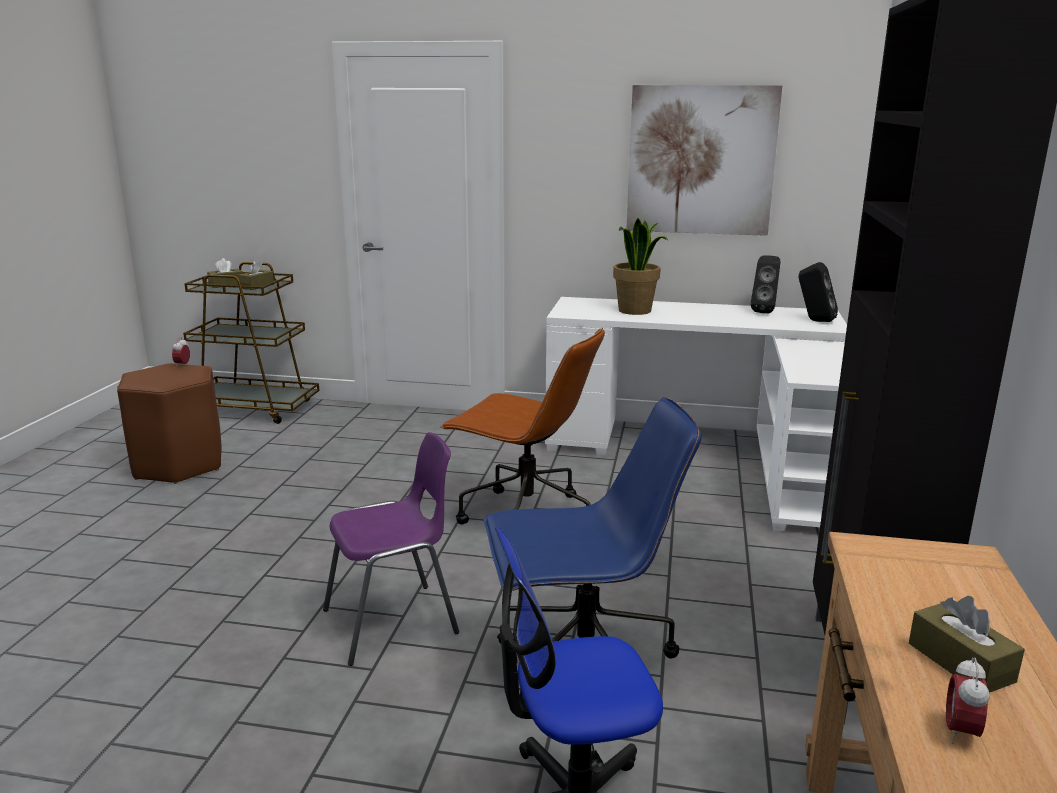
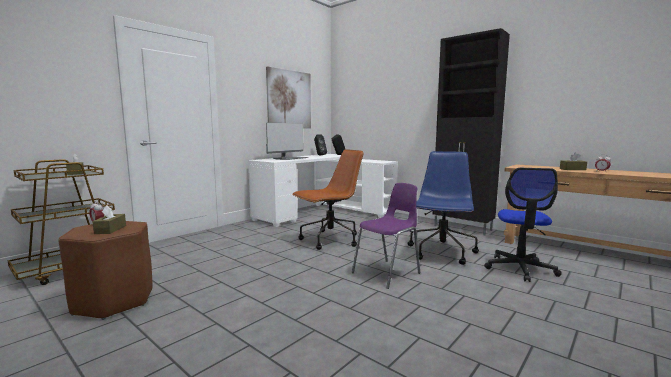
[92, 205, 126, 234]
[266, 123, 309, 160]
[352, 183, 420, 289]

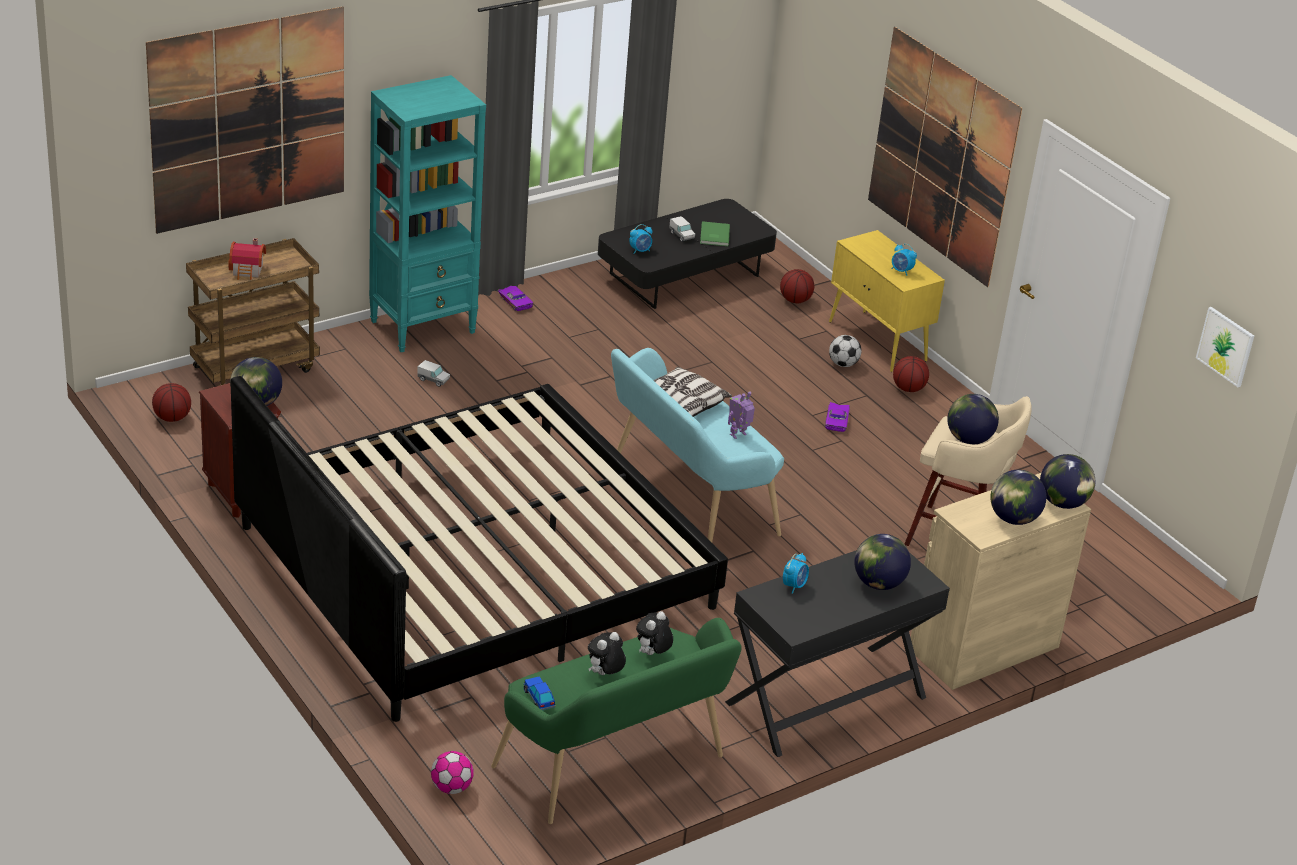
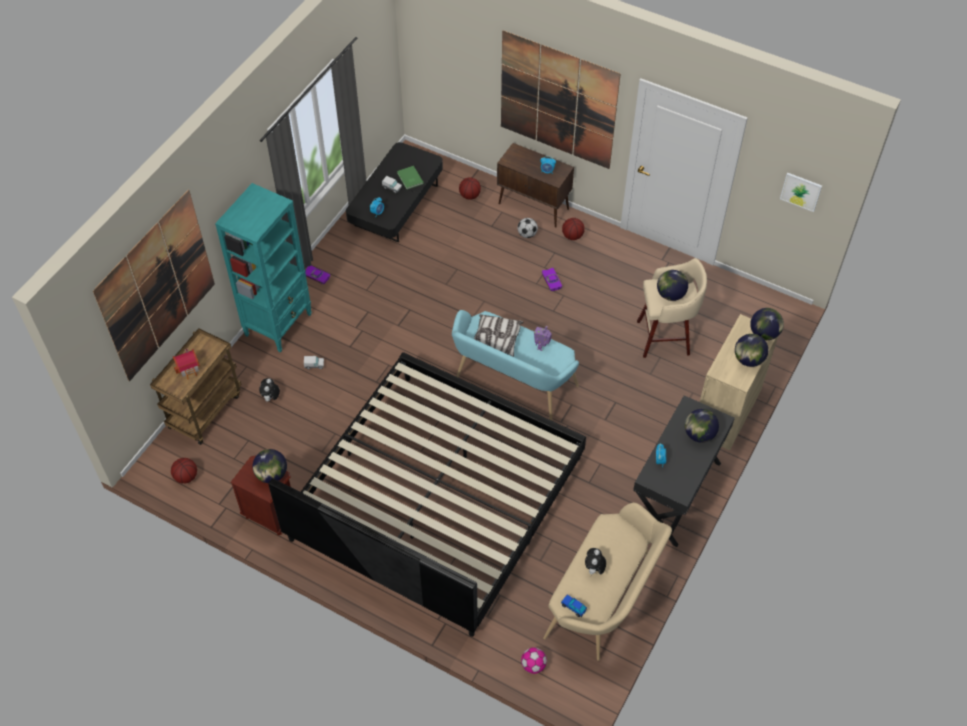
[259, 378, 280, 403]
[543, 503, 672, 661]
[497, 143, 574, 228]

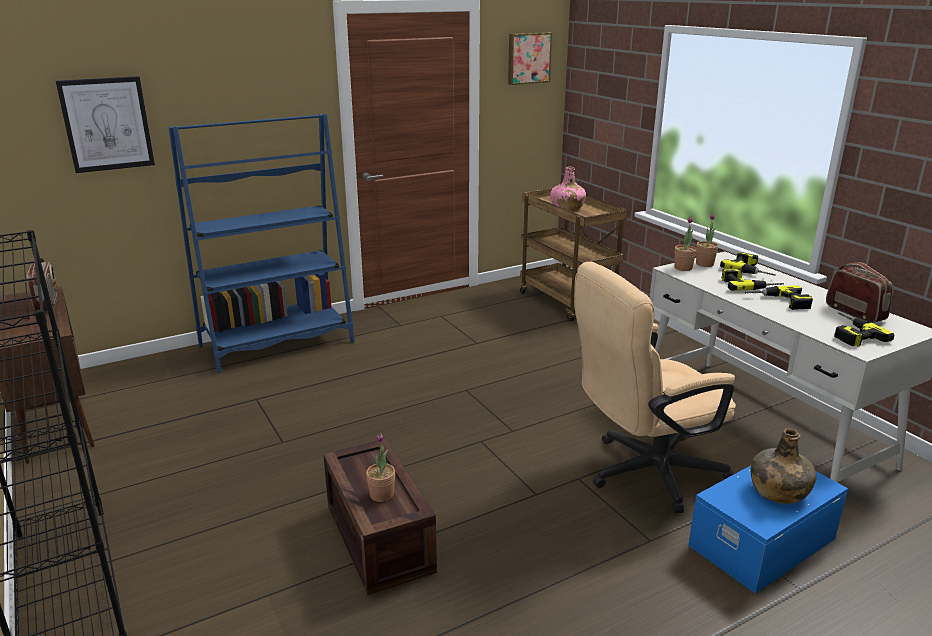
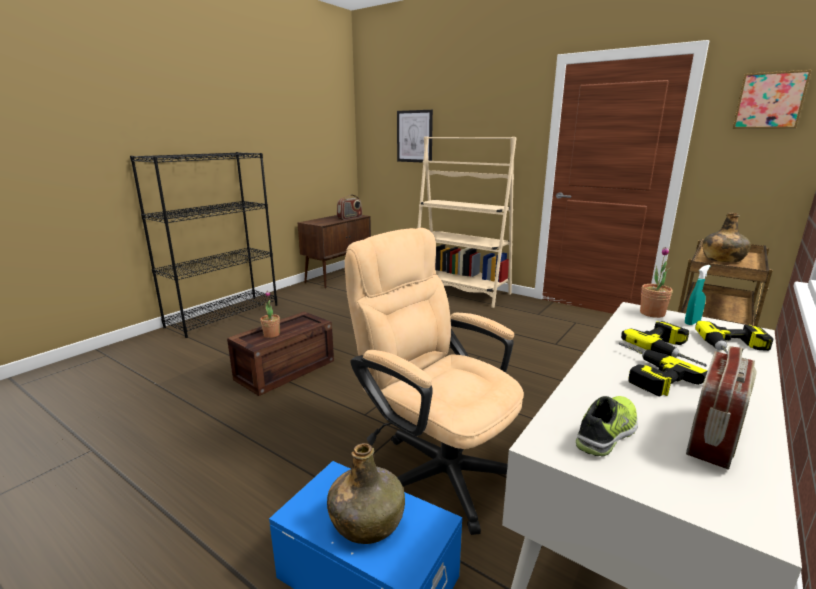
[685, 265, 710, 325]
[576, 396, 638, 456]
[418, 136, 517, 308]
[703, 213, 751, 262]

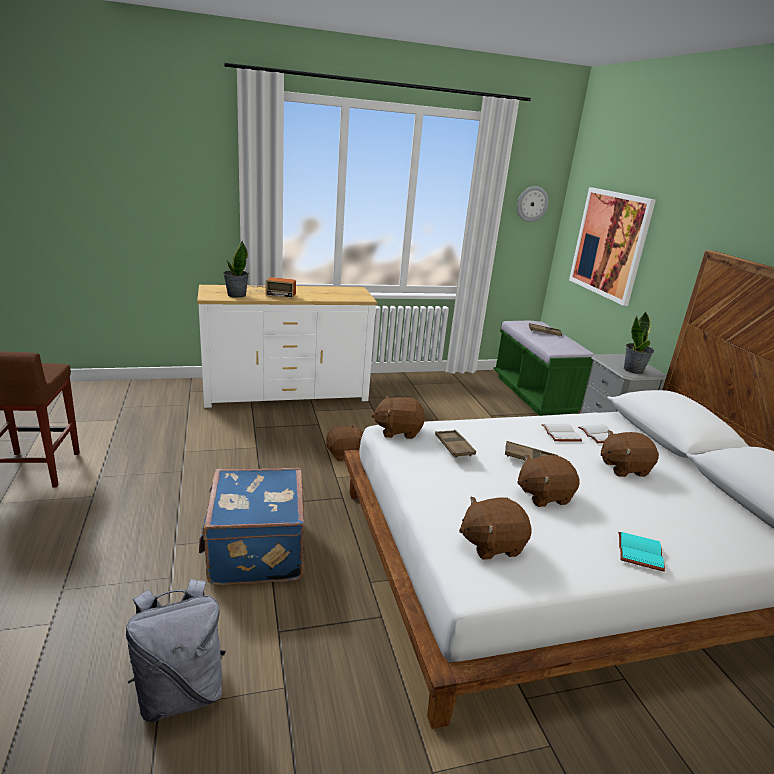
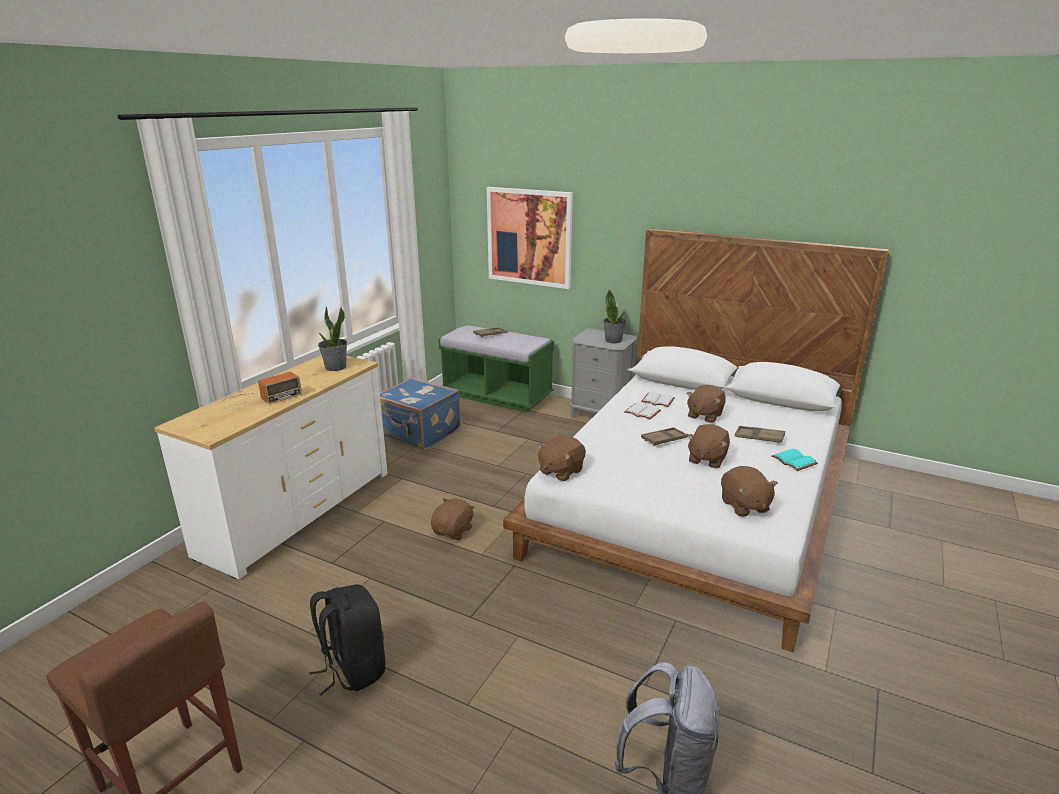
[517, 186, 549, 222] (first image)
[309, 584, 386, 696]
[380, 377, 461, 450]
[318, 307, 347, 371]
[735, 426, 785, 443]
[721, 466, 778, 517]

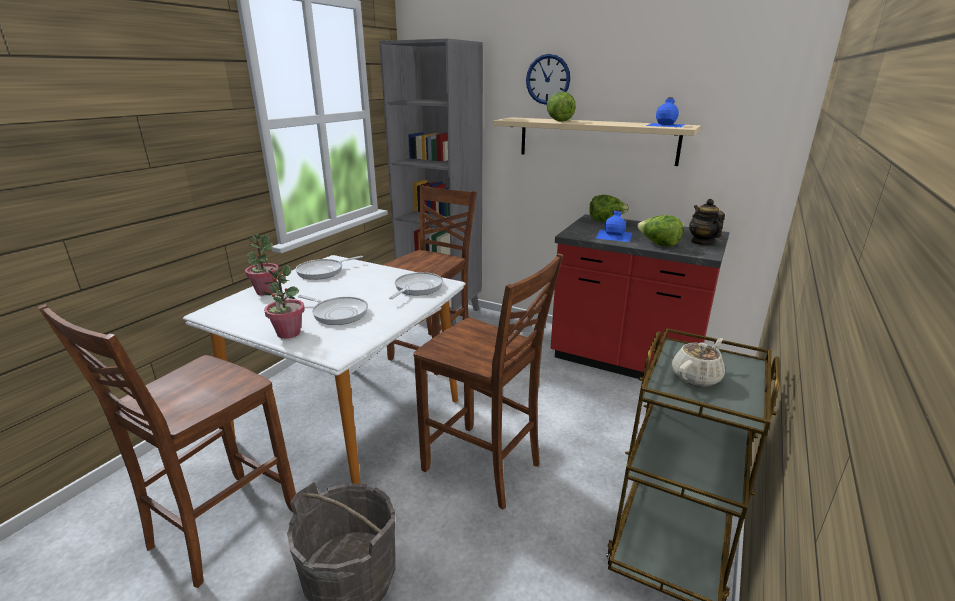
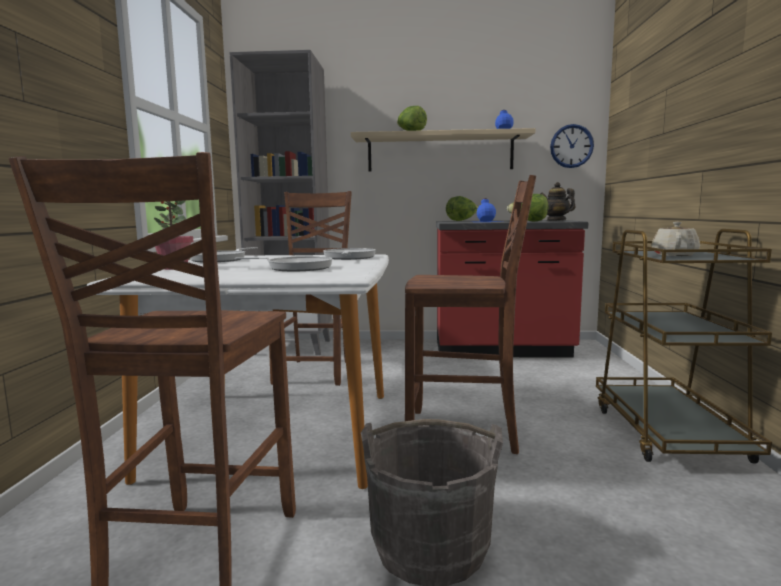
[262, 265, 305, 339] (first image)
[550, 124, 594, 168]

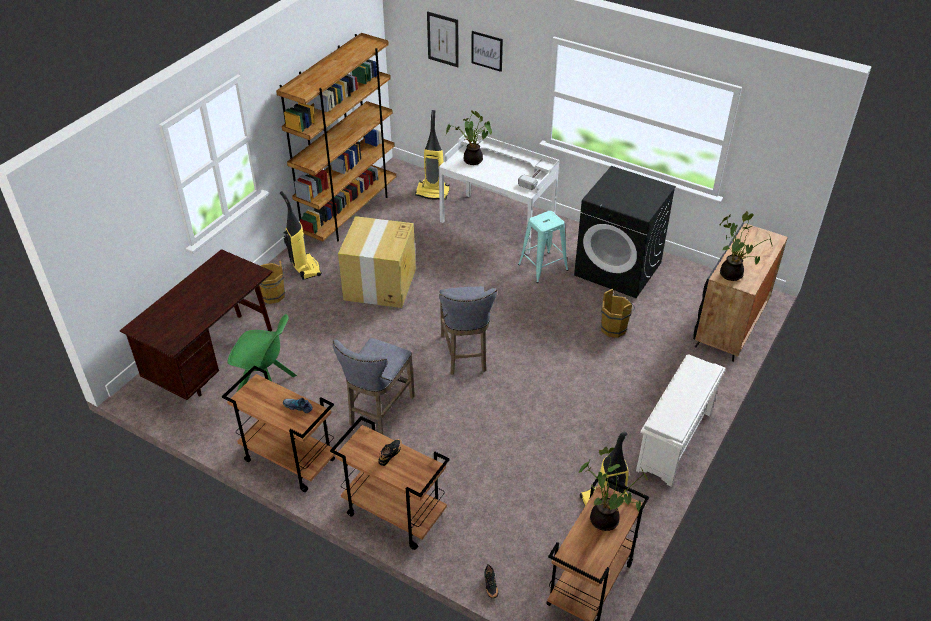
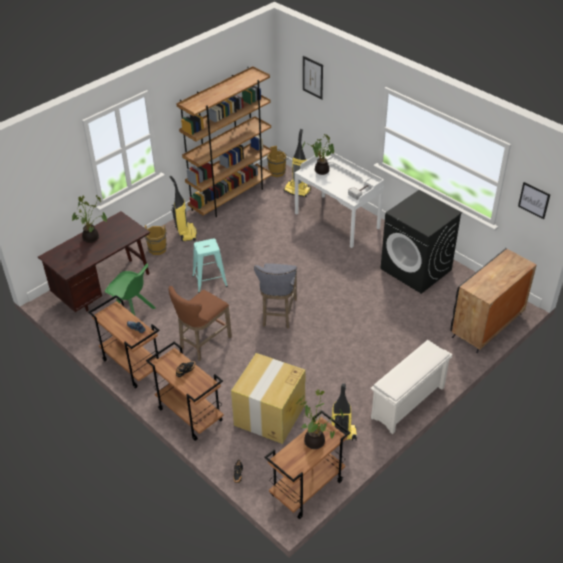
[231, 353, 305, 444]
[518, 182, 550, 219]
[193, 238, 228, 293]
[267, 146, 289, 177]
[72, 195, 107, 243]
[169, 286, 232, 361]

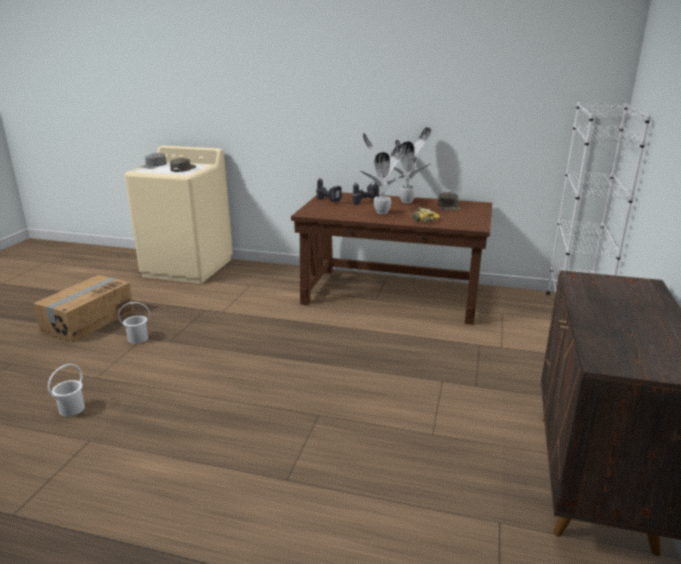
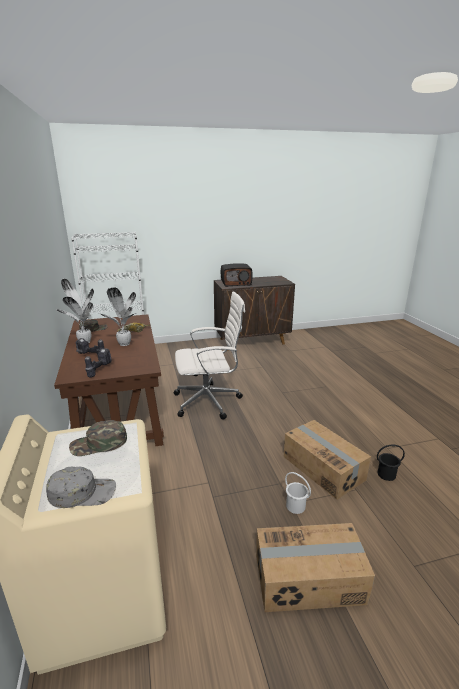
[174, 291, 245, 420]
[221, 263, 253, 287]
[284, 420, 371, 499]
[377, 445, 405, 481]

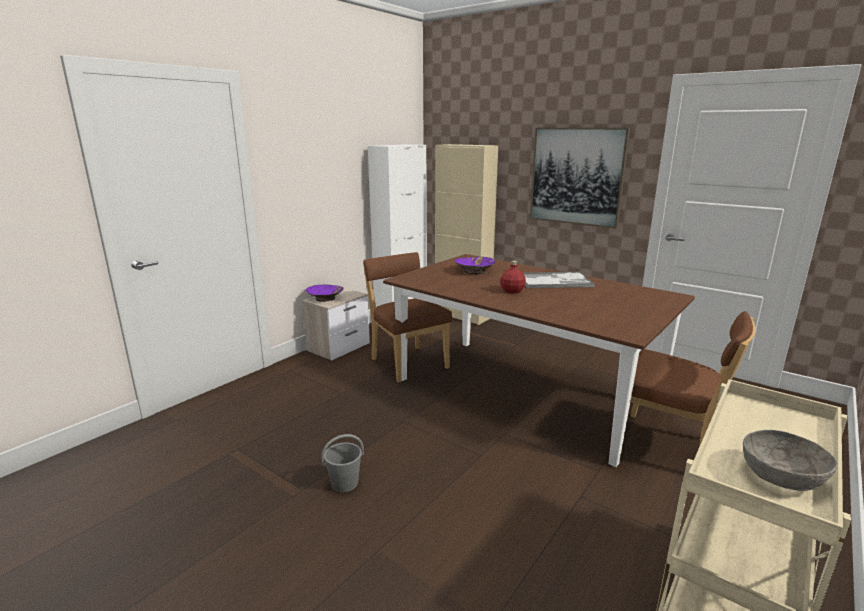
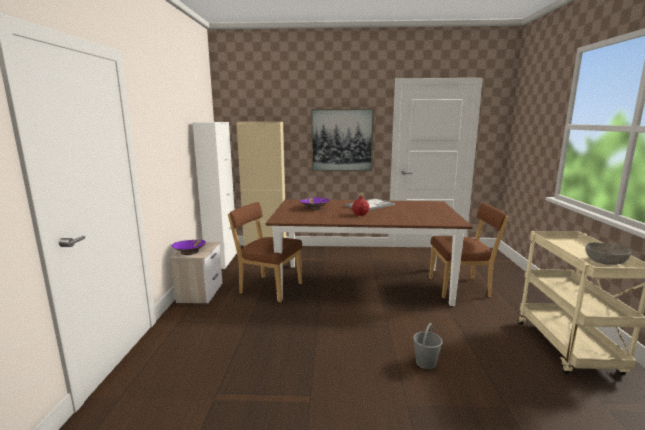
[413, 323, 443, 369]

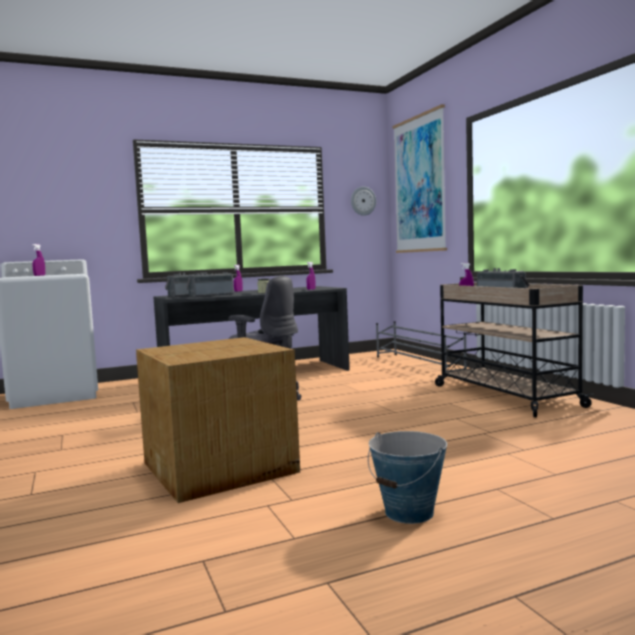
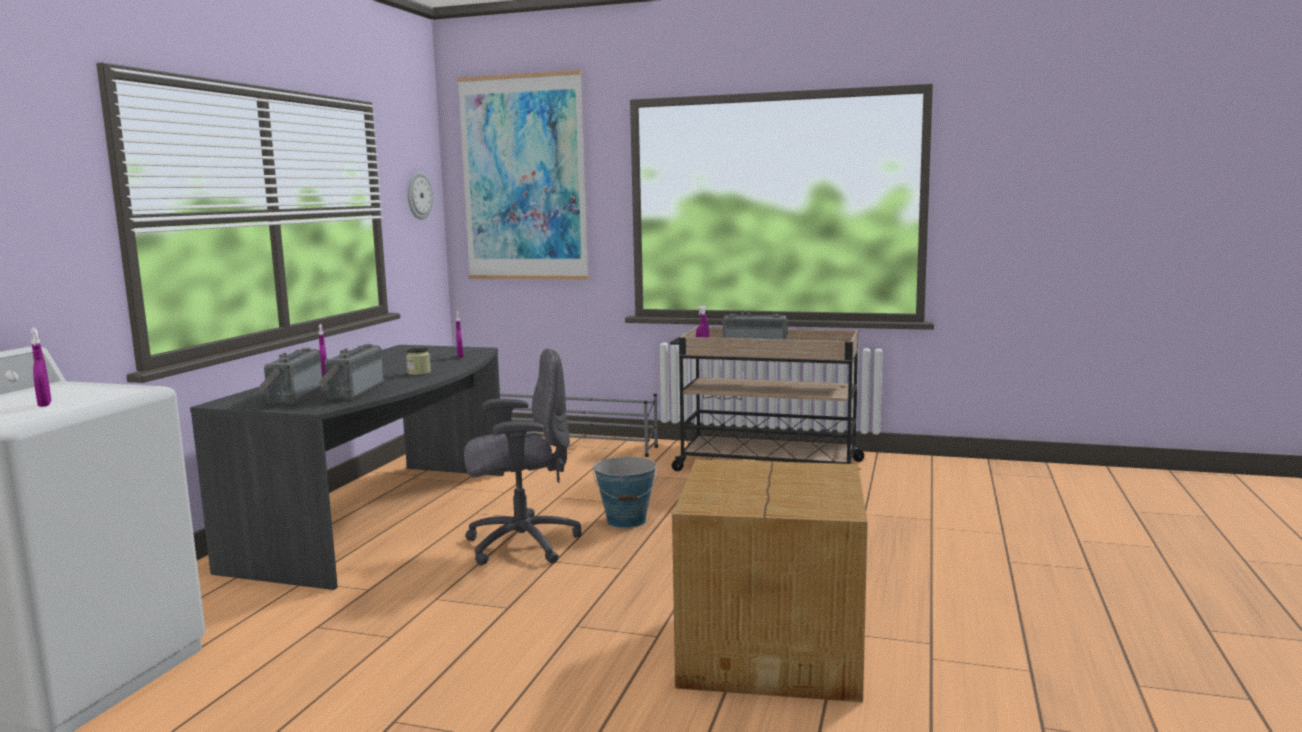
[593, 457, 658, 528]

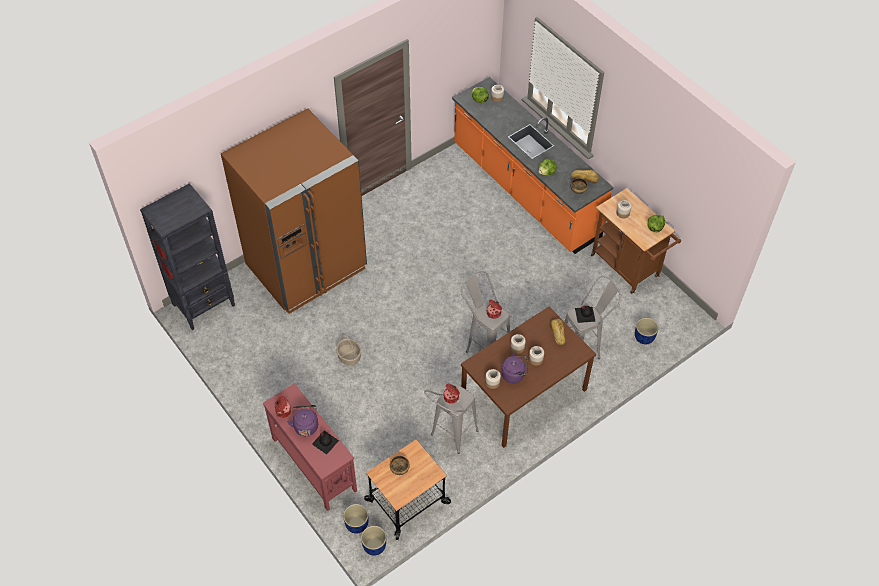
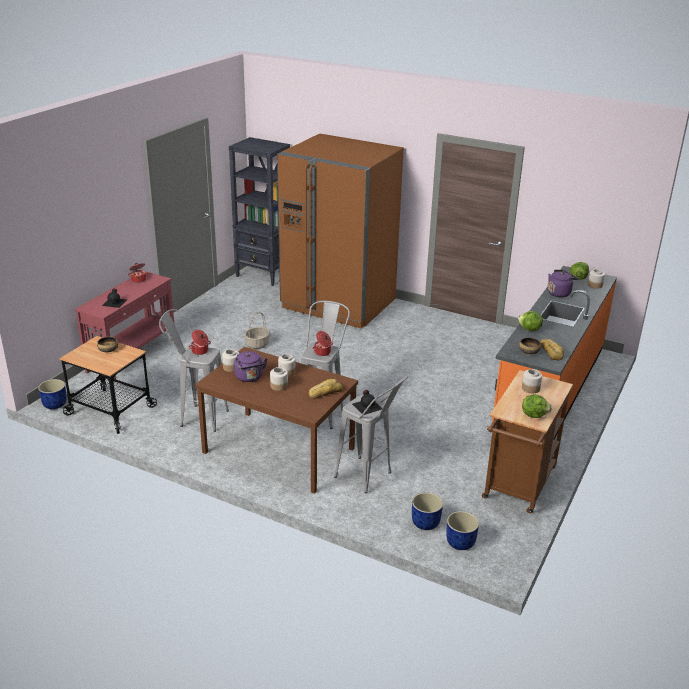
[547, 270, 579, 297]
[446, 511, 479, 550]

